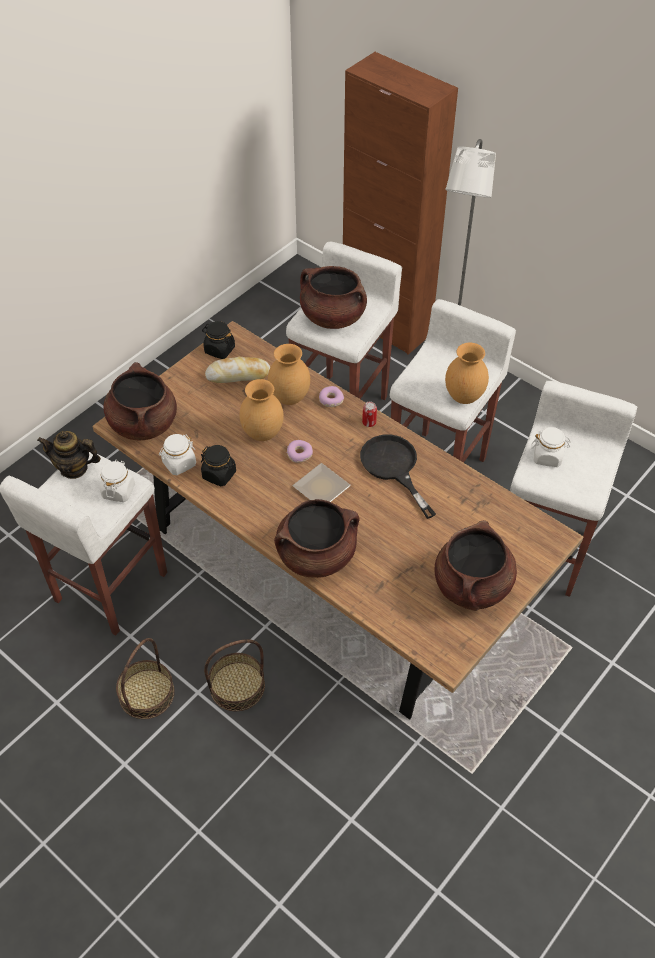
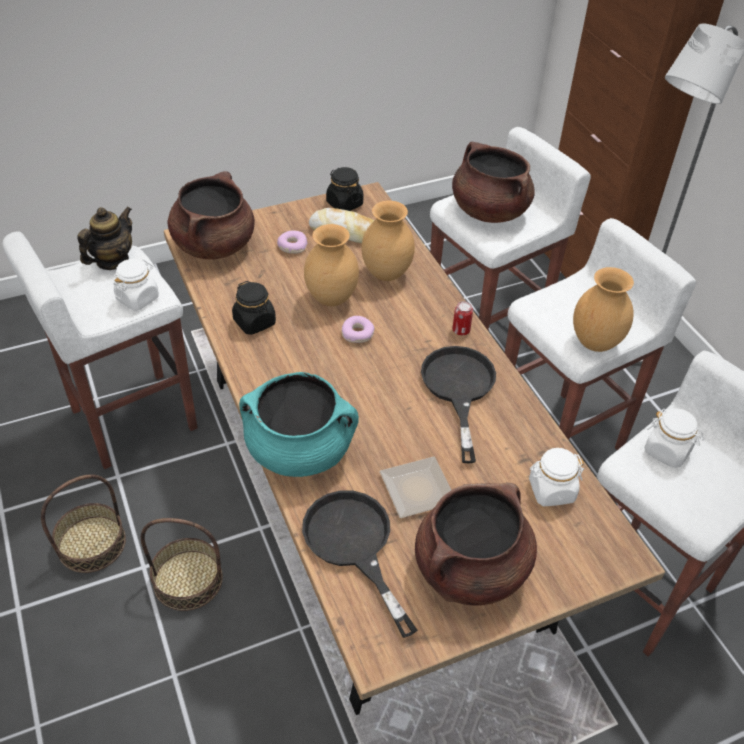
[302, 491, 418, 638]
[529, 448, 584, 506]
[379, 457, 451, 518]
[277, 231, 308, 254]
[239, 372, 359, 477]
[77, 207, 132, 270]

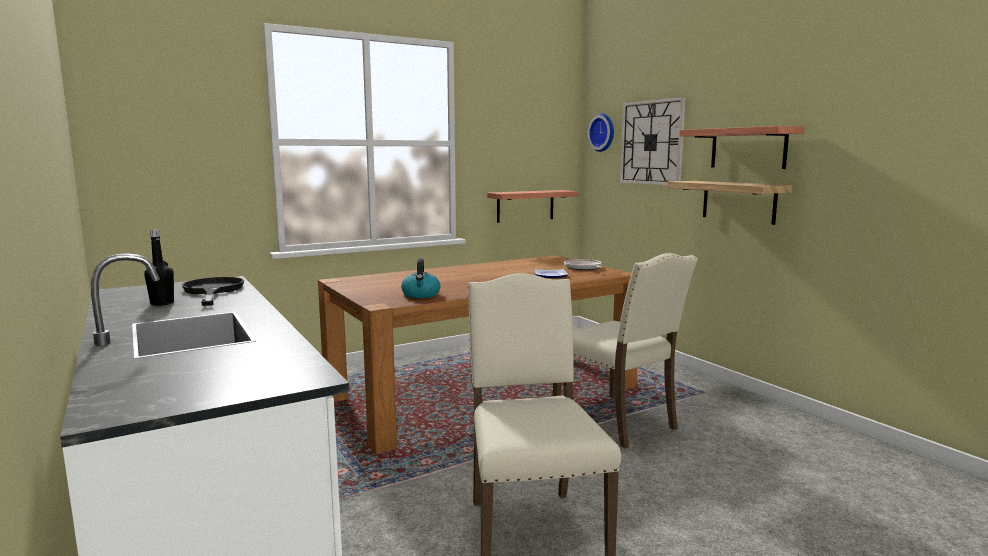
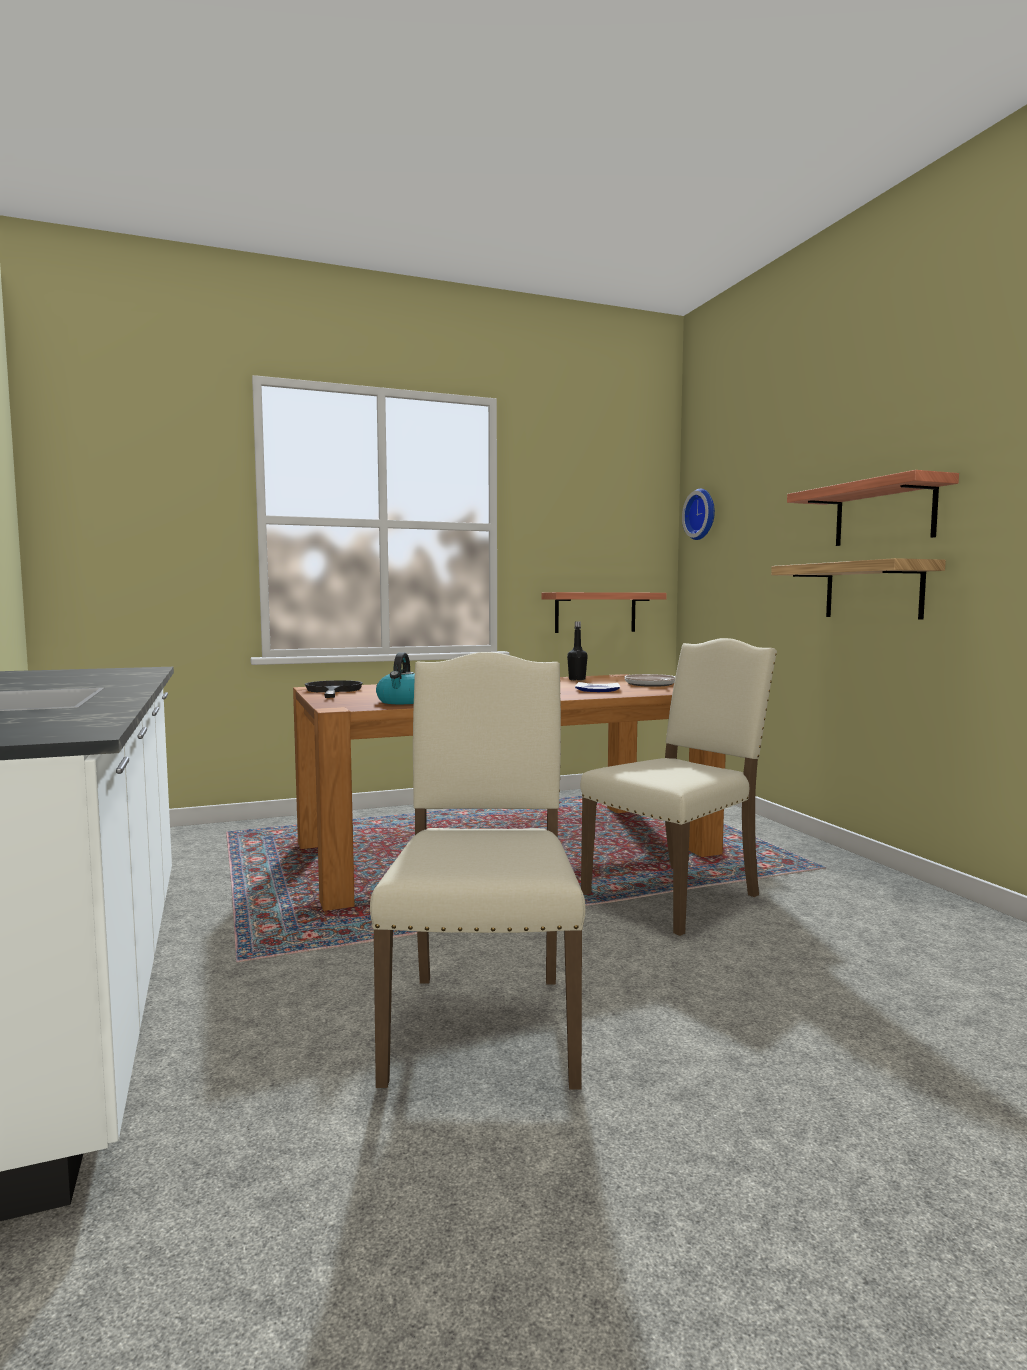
[620, 97, 686, 185] (first image)
[567, 621, 588, 681]
[305, 680, 363, 698]
[580, 638, 777, 936]

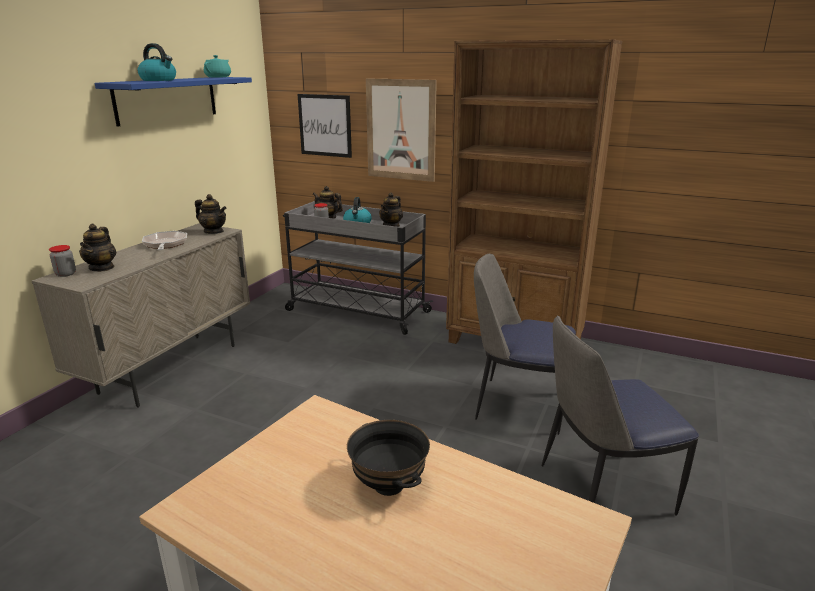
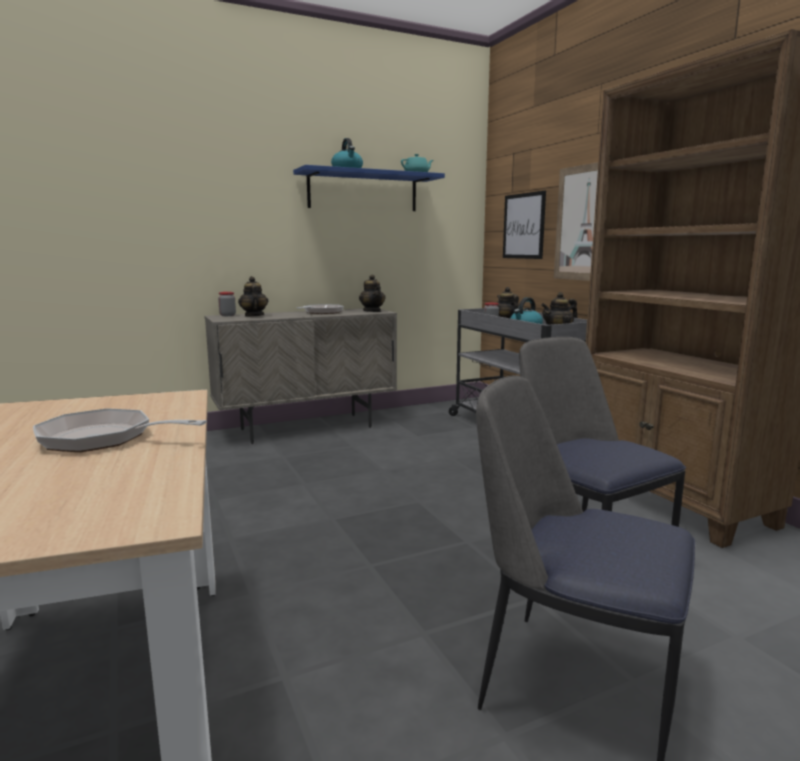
[33, 408, 207, 452]
[238, 276, 269, 317]

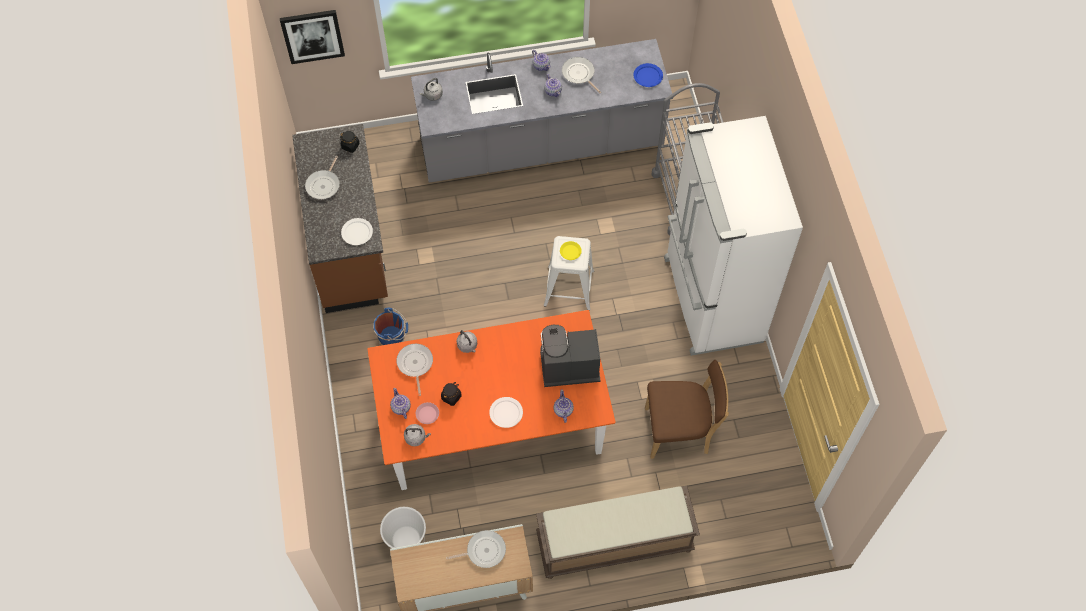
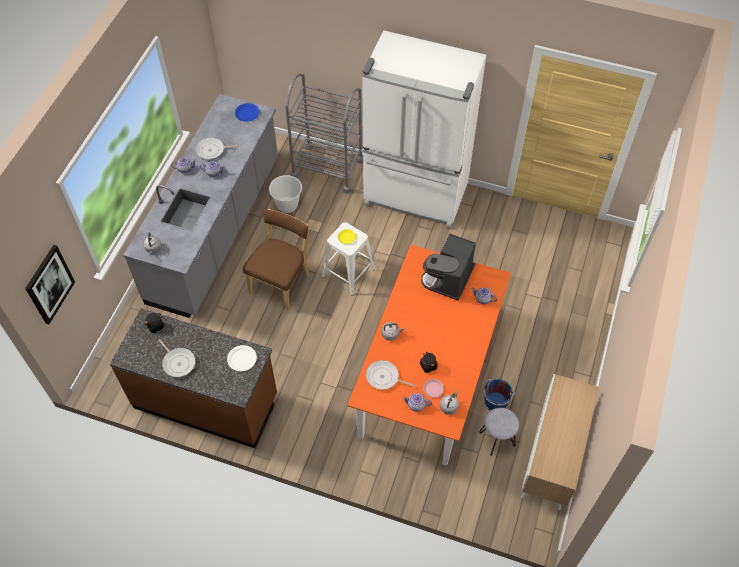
[446, 530, 506, 568] (first image)
[489, 397, 523, 428] (first image)
[536, 486, 700, 579] (first image)
[479, 408, 519, 456]
[484, 379, 515, 411]
[269, 175, 303, 213]
[243, 209, 309, 310]

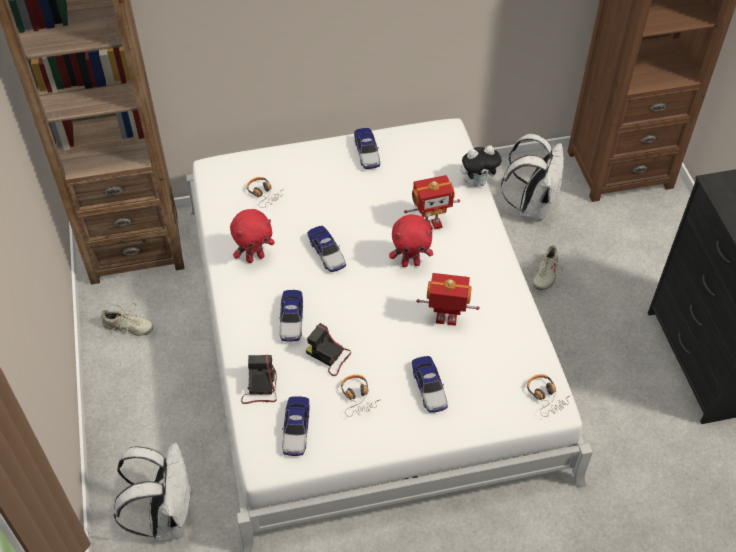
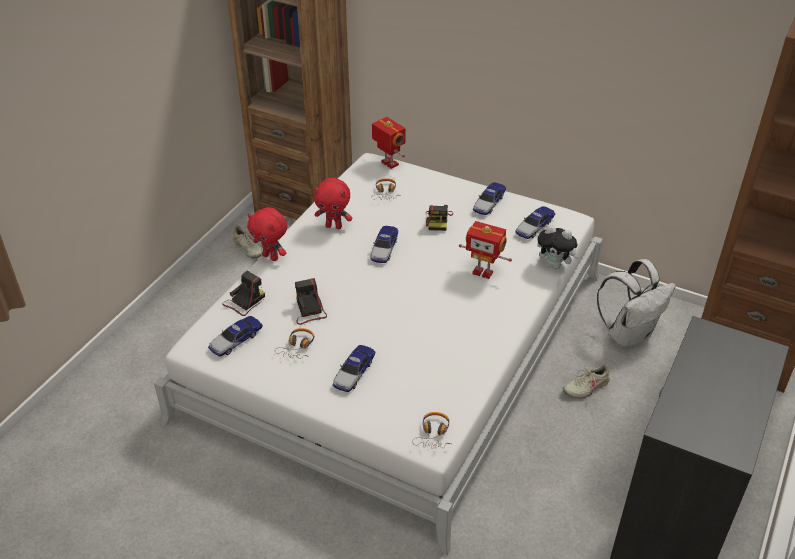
[113, 443, 191, 541] (first image)
[426, 205, 453, 231]
[515, 206, 555, 239]
[247, 207, 287, 261]
[372, 117, 405, 169]

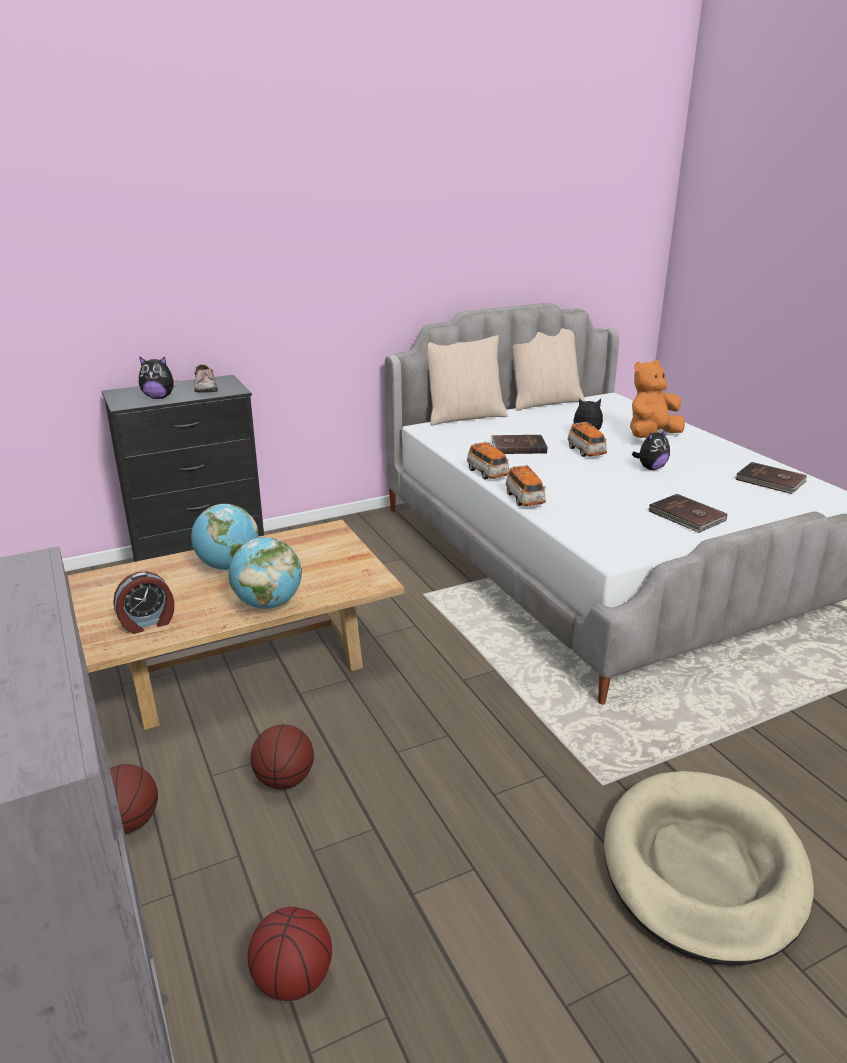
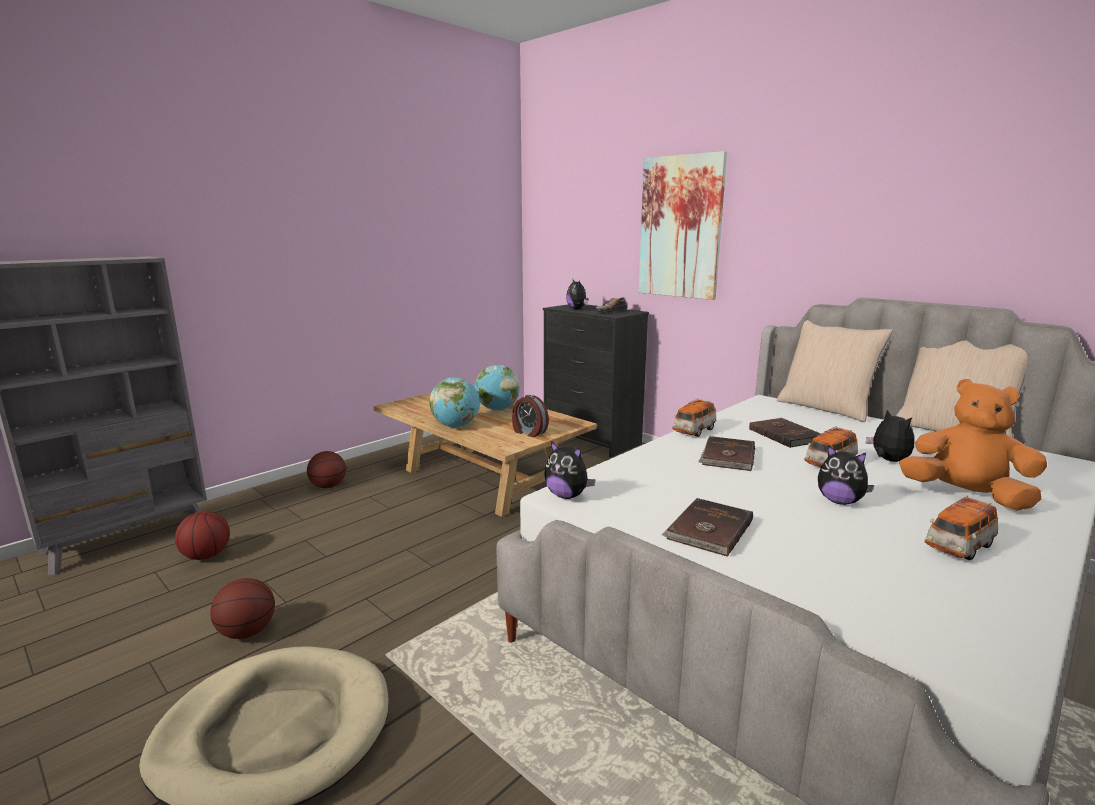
[544, 441, 595, 499]
[638, 151, 727, 300]
[512, 395, 549, 437]
[210, 578, 275, 639]
[925, 496, 998, 560]
[698, 436, 755, 471]

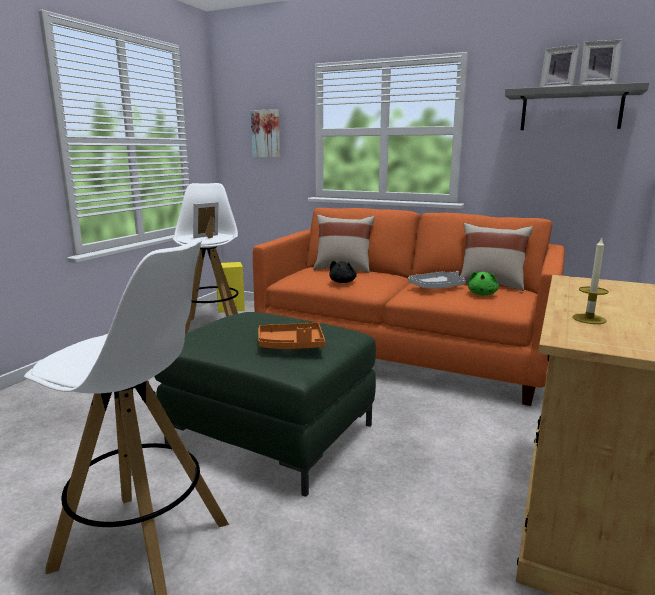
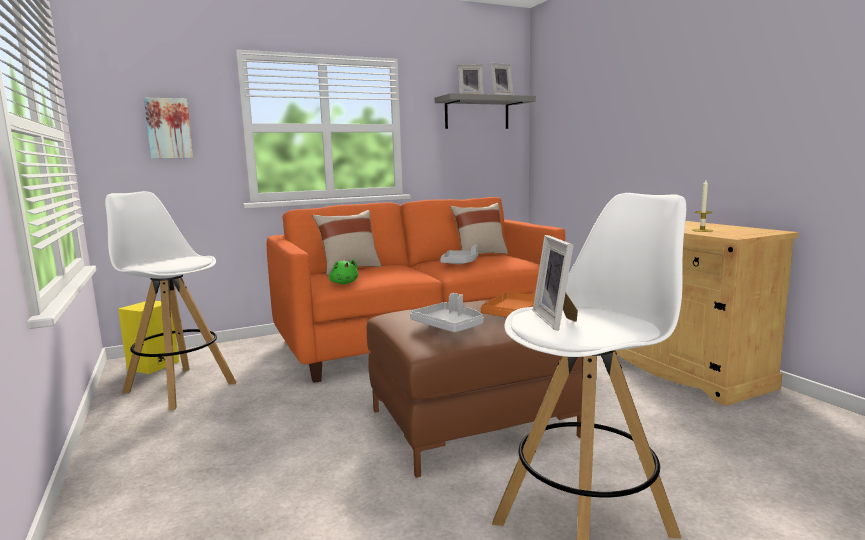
[329, 260, 357, 283] (first image)
[410, 293, 484, 332]
[532, 235, 578, 331]
[329, 260, 358, 284]
[367, 300, 583, 478]

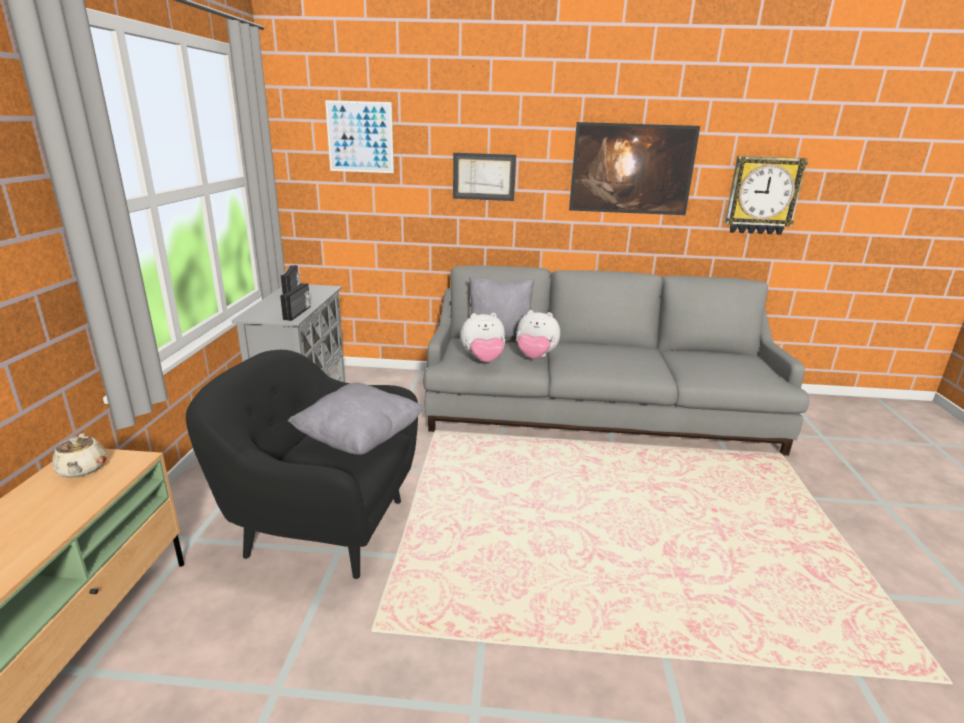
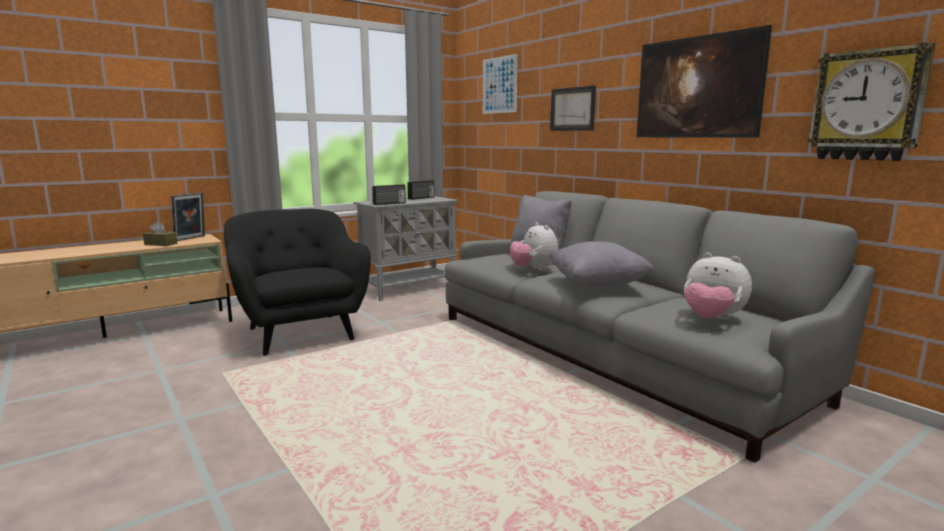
[143, 222, 178, 246]
[549, 241, 654, 287]
[684, 253, 752, 320]
[171, 193, 205, 241]

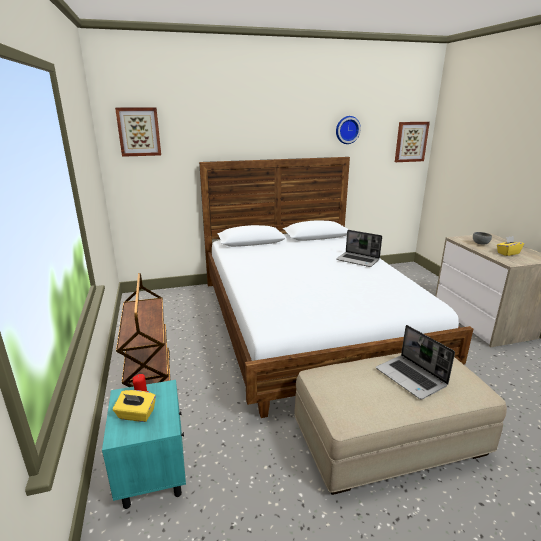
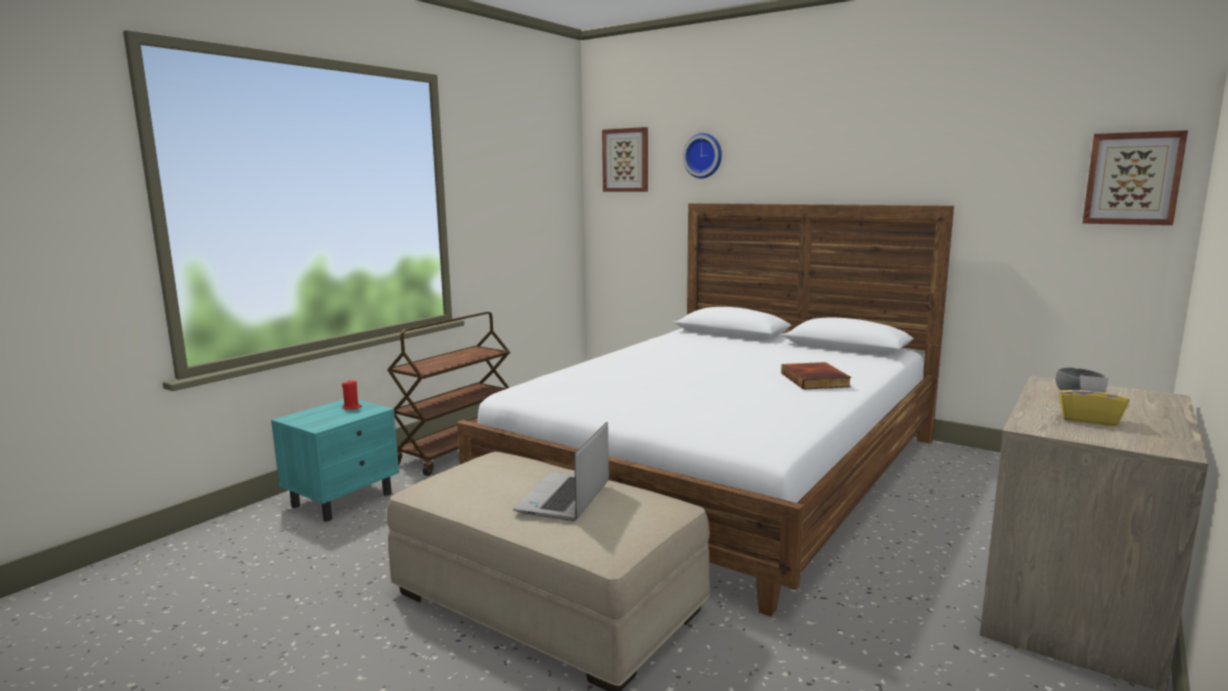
[113, 390, 156, 422] (first image)
[683, 133, 722, 178]
[781, 362, 851, 389]

